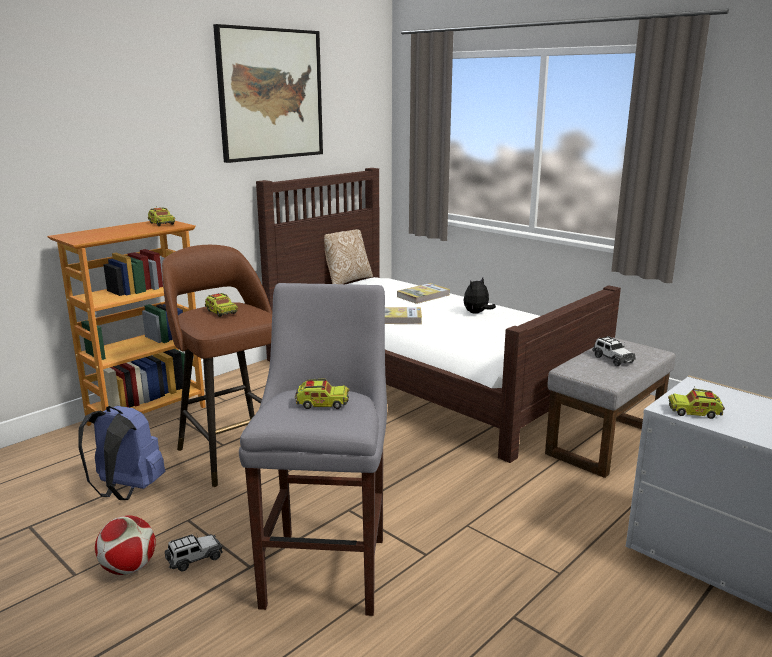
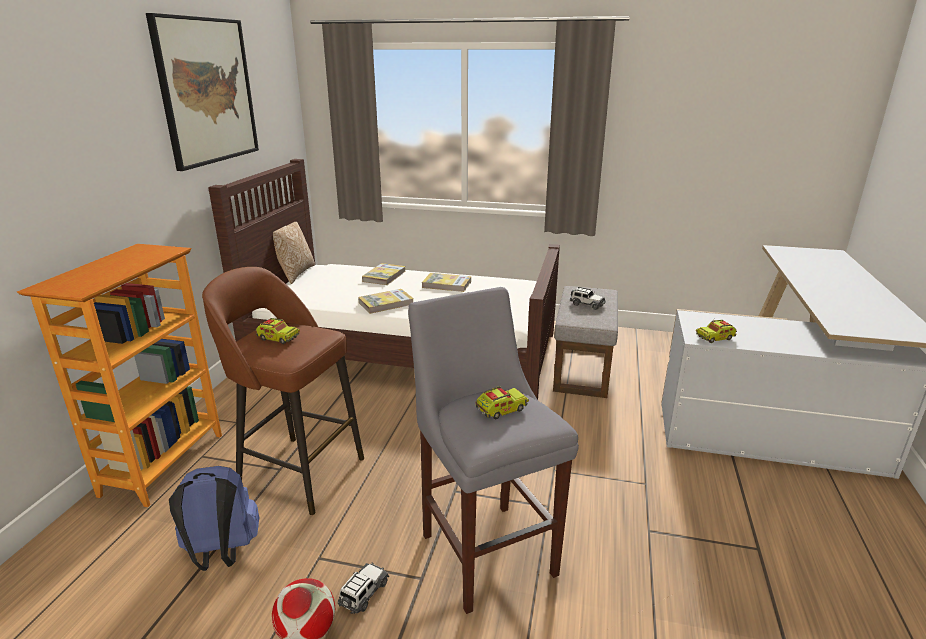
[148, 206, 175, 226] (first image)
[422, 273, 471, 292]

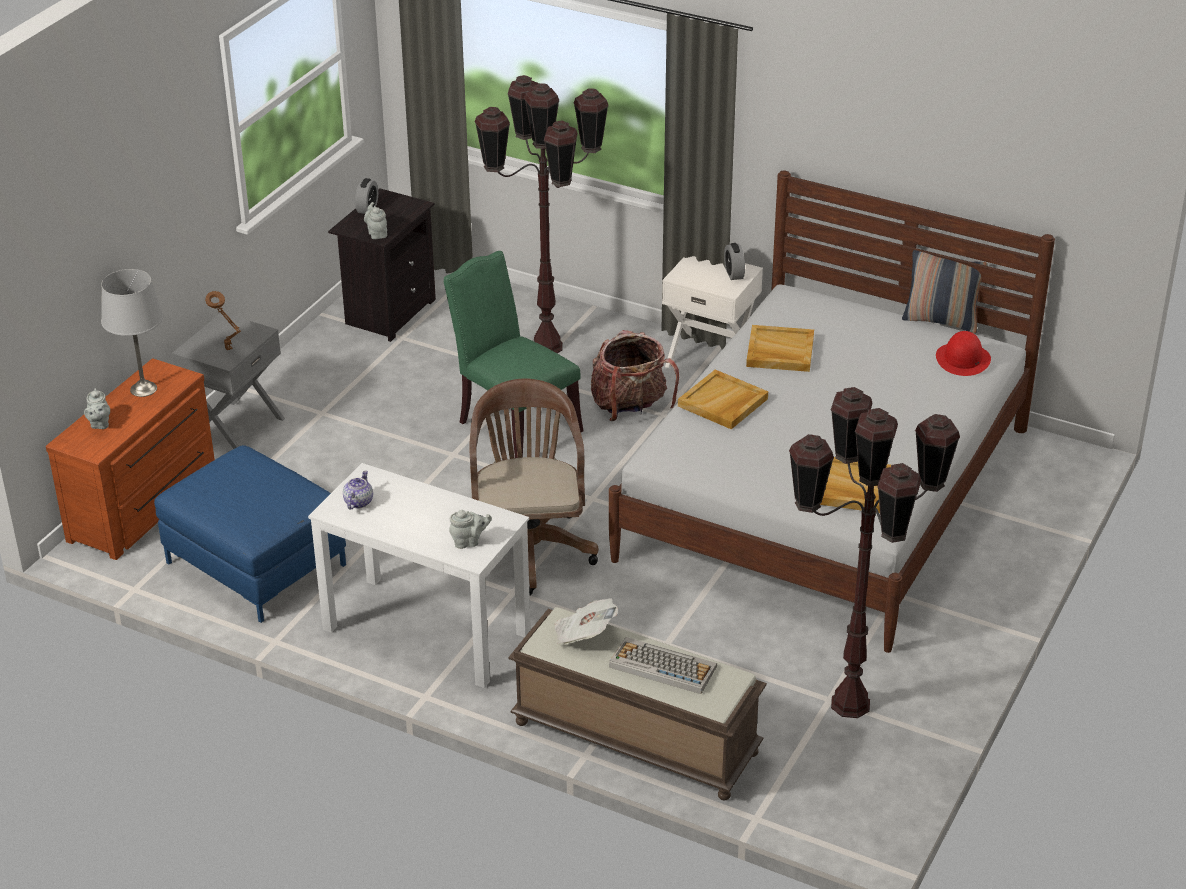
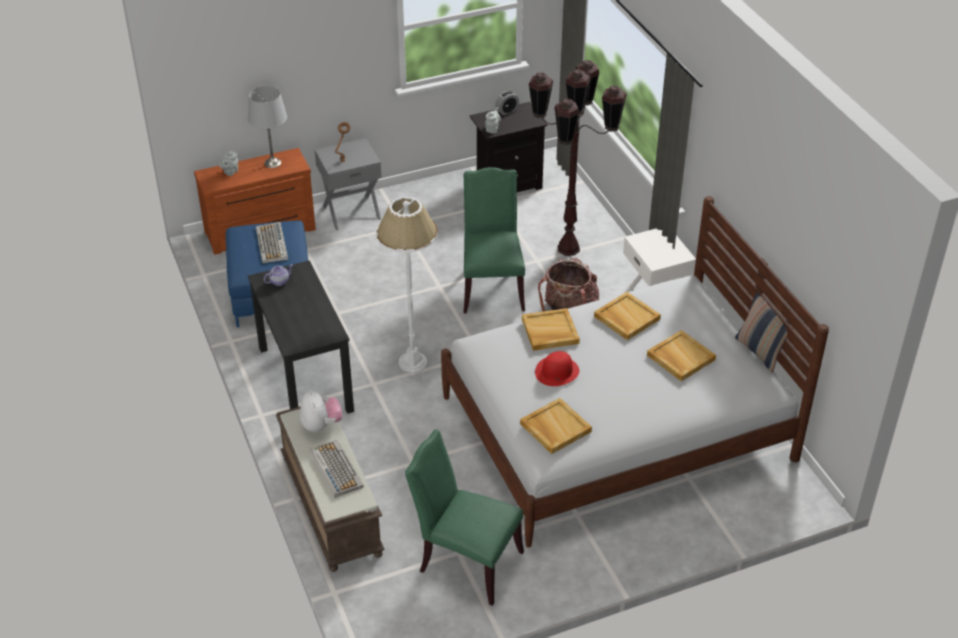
[724, 243, 745, 280] (first image)
[535, 351, 579, 386]
[376, 197, 438, 372]
[405, 429, 524, 606]
[248, 260, 354, 414]
[449, 510, 492, 549] (first image)
[300, 390, 342, 432]
[256, 222, 288, 263]
[647, 330, 716, 381]

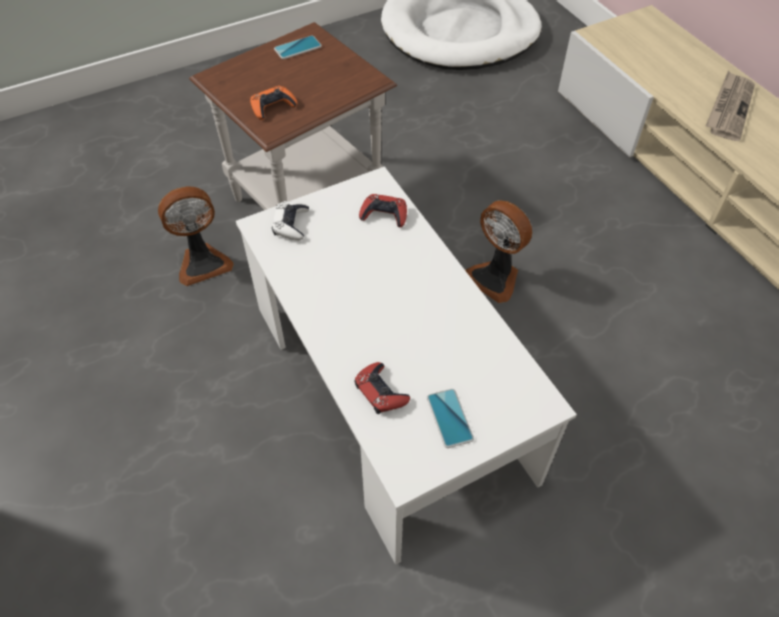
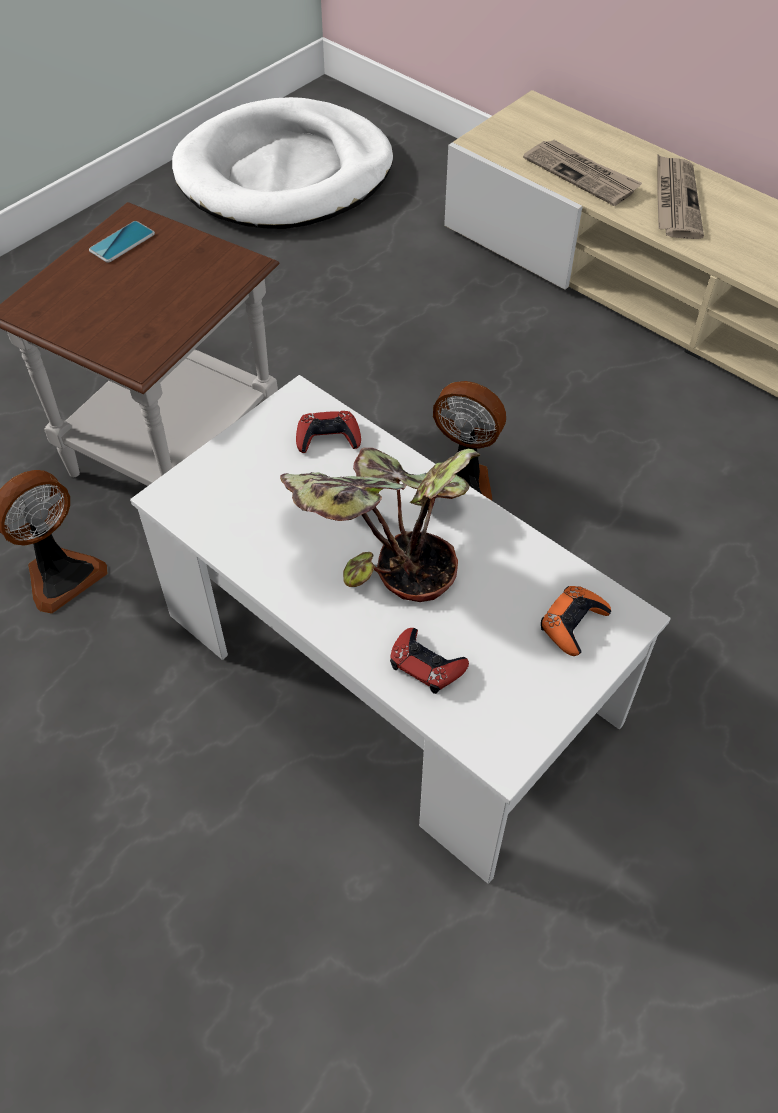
[541, 586, 611, 656]
[272, 201, 309, 241] (first image)
[427, 389, 474, 448] (first image)
[523, 140, 642, 206]
[280, 448, 480, 602]

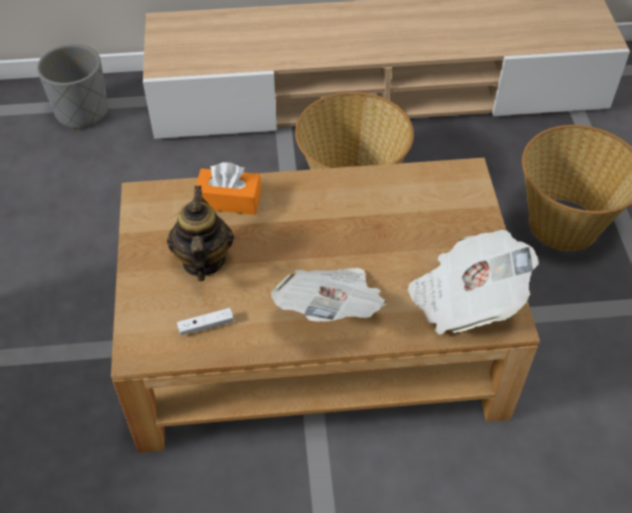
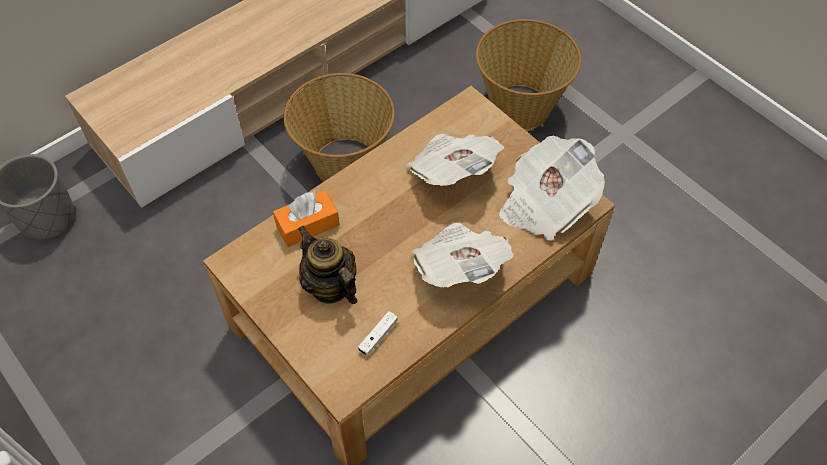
[406, 134, 504, 186]

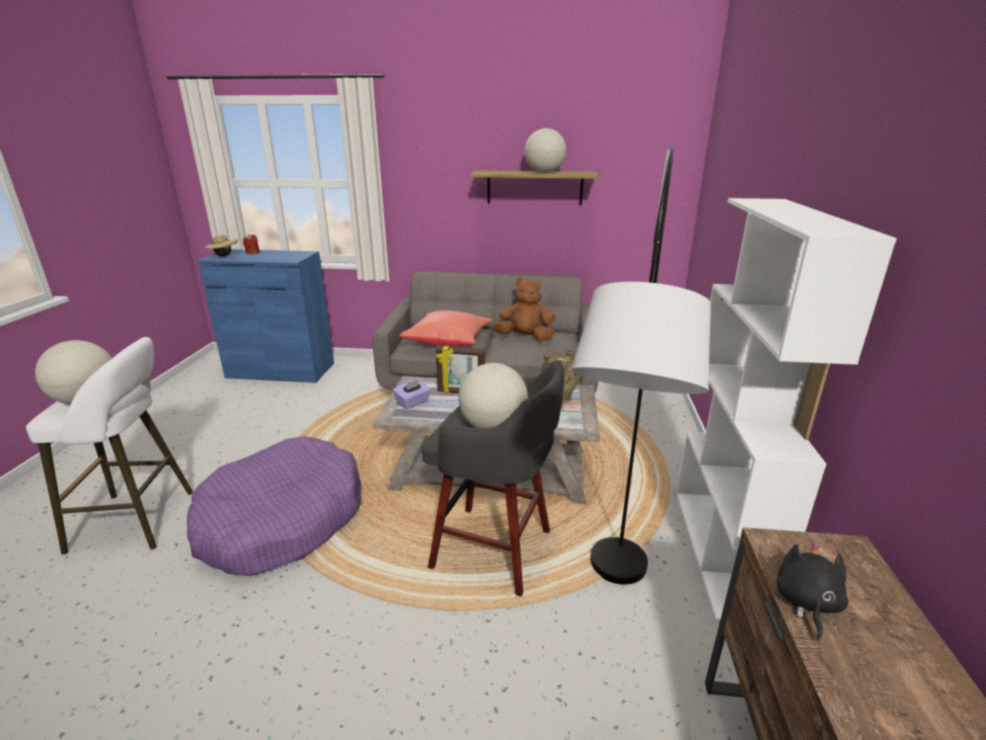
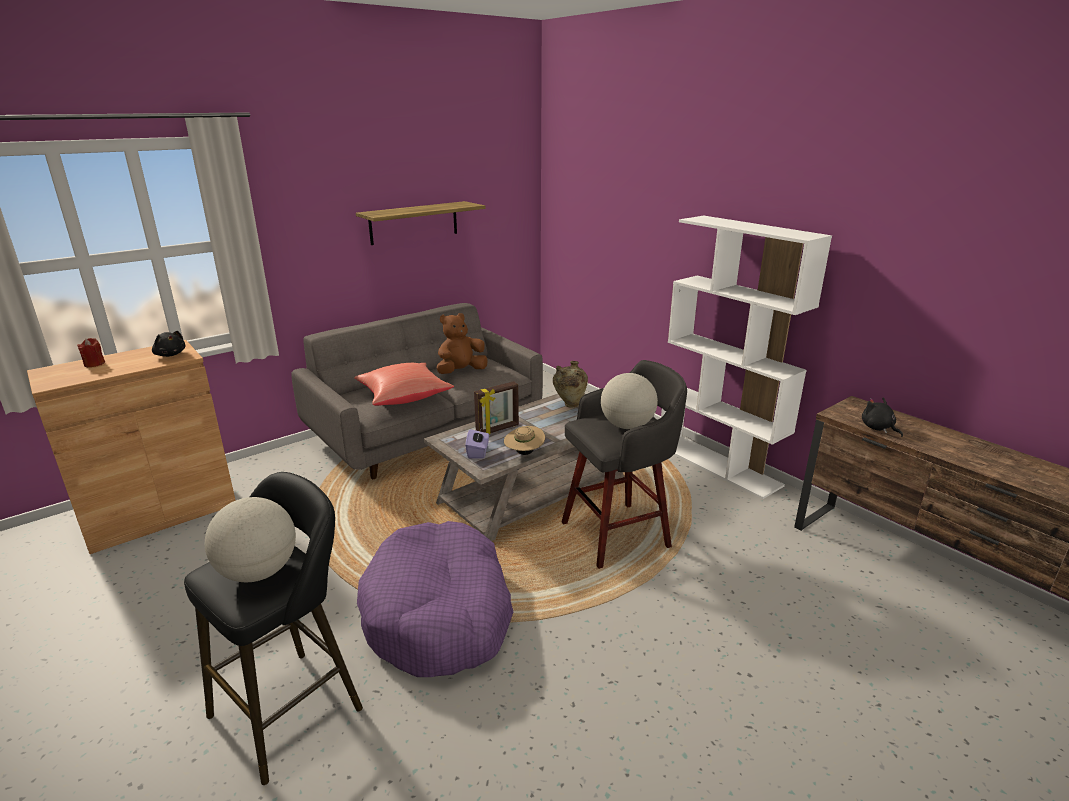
[525, 128, 566, 173] (first image)
[571, 148, 711, 585] (first image)
[504, 426, 545, 455]
[27, 340, 236, 554]
[184, 472, 363, 785]
[152, 331, 185, 357]

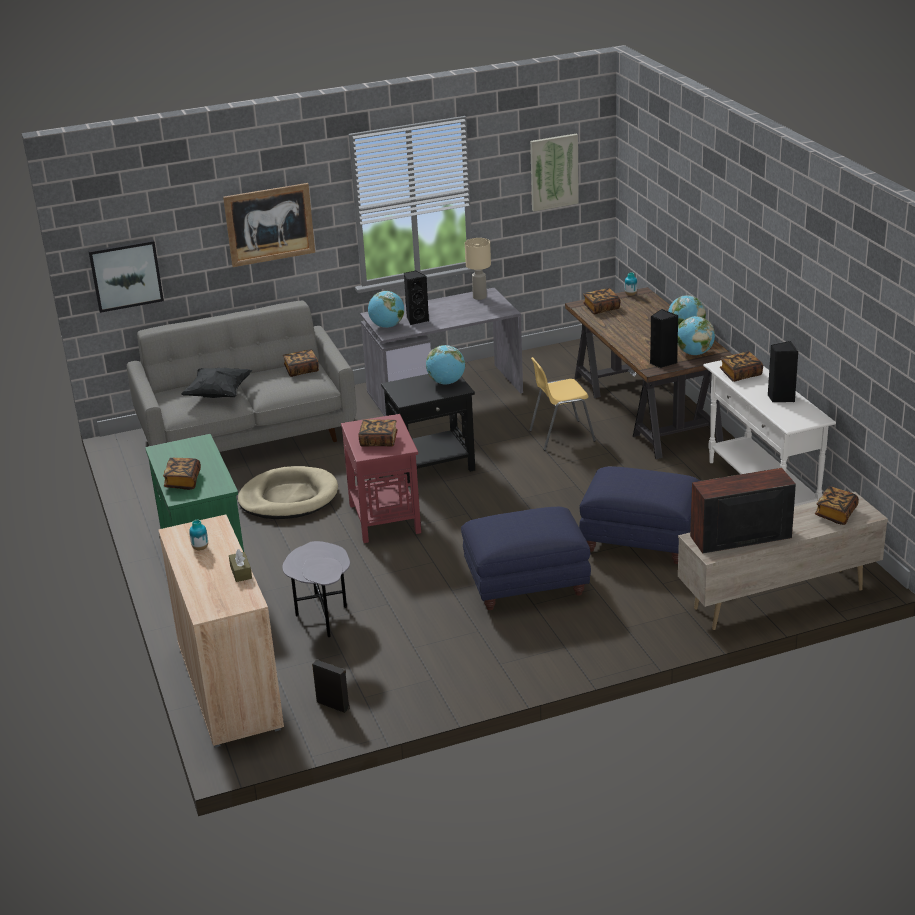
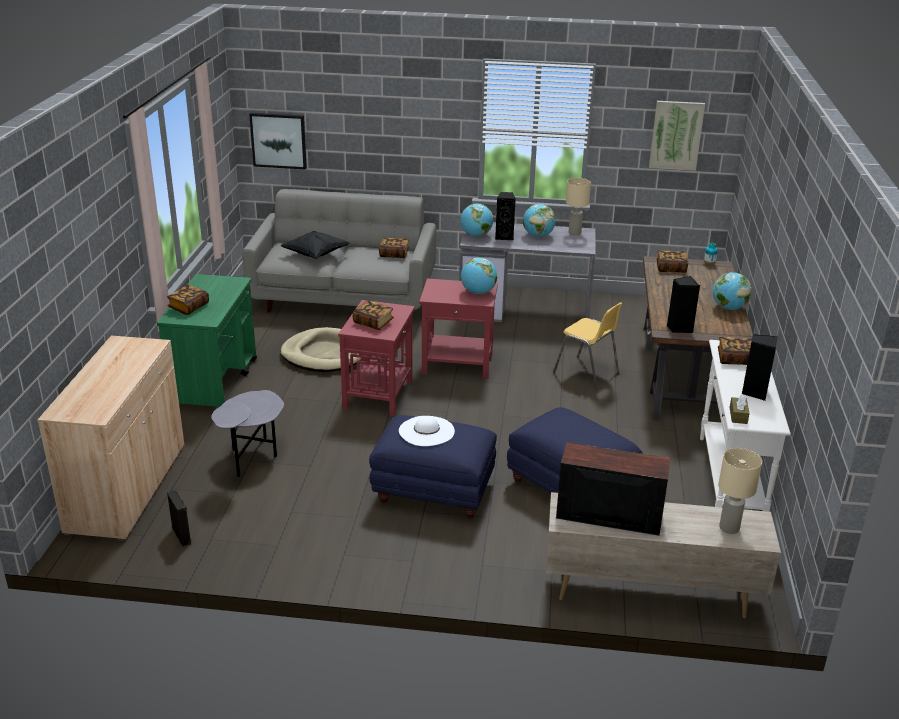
[223, 183, 315, 267] (first image)
[523, 204, 556, 237]
[553, 302, 622, 389]
[419, 279, 498, 379]
[718, 448, 762, 534]
[189, 520, 208, 550] (first image)
[730, 394, 749, 424]
[399, 416, 455, 446]

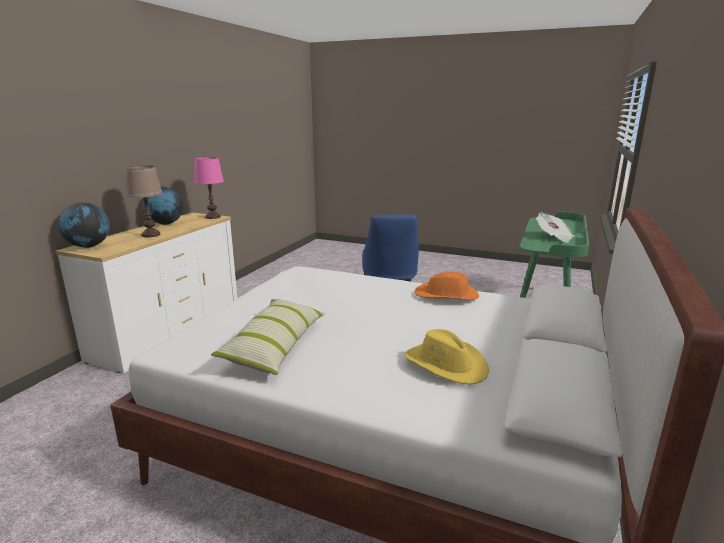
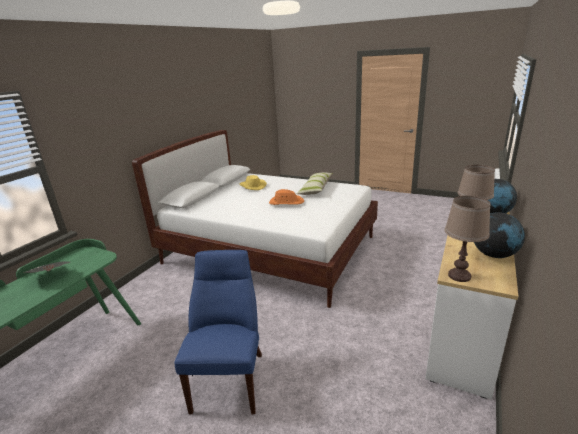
[445, 196, 491, 282]
[269, 189, 304, 205]

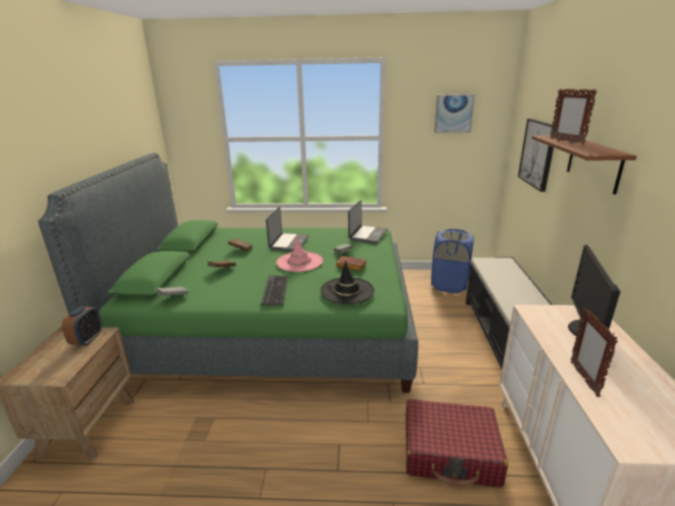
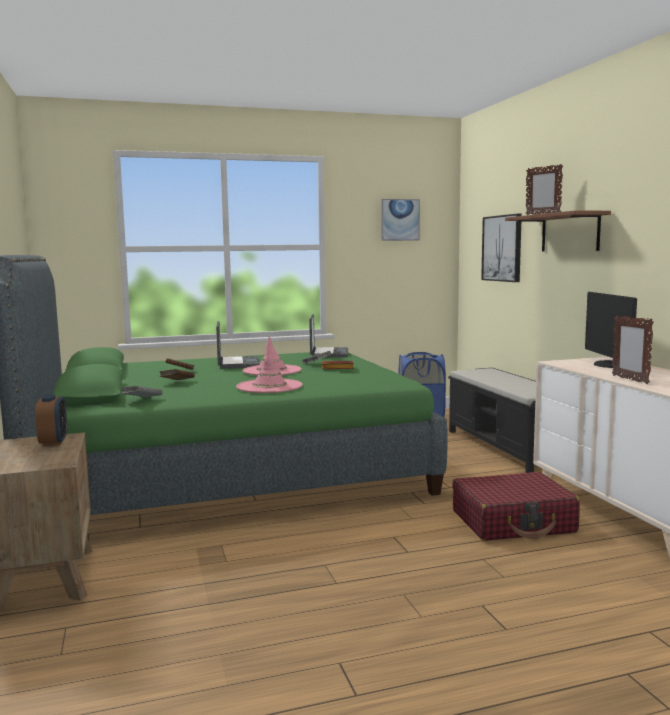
[320, 261, 374, 304] (first image)
[236, 347, 302, 393]

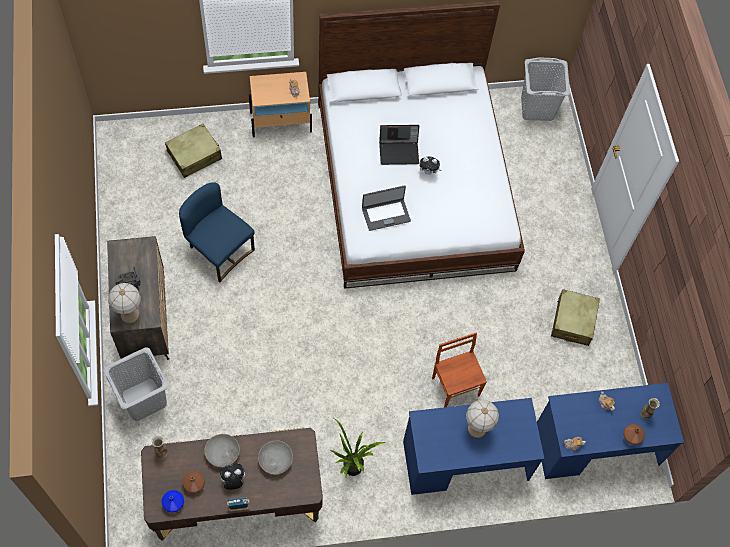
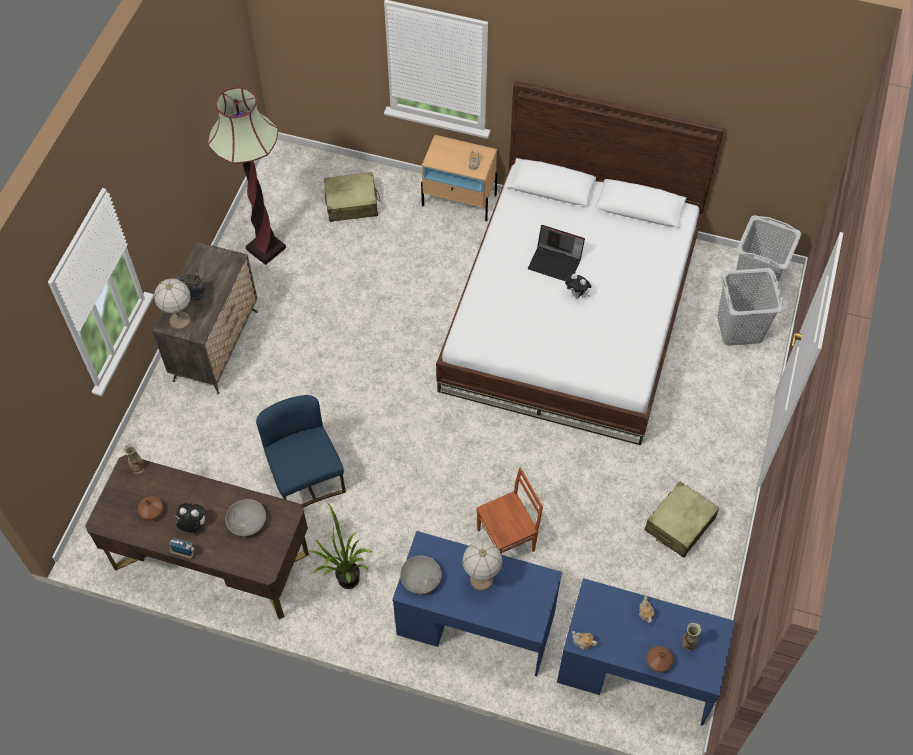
[256, 395, 346, 508]
[362, 185, 411, 231] (first image)
[476, 467, 543, 555]
[717, 268, 784, 346]
[400, 556, 442, 594]
[162, 490, 184, 513] (first image)
[208, 86, 286, 265]

